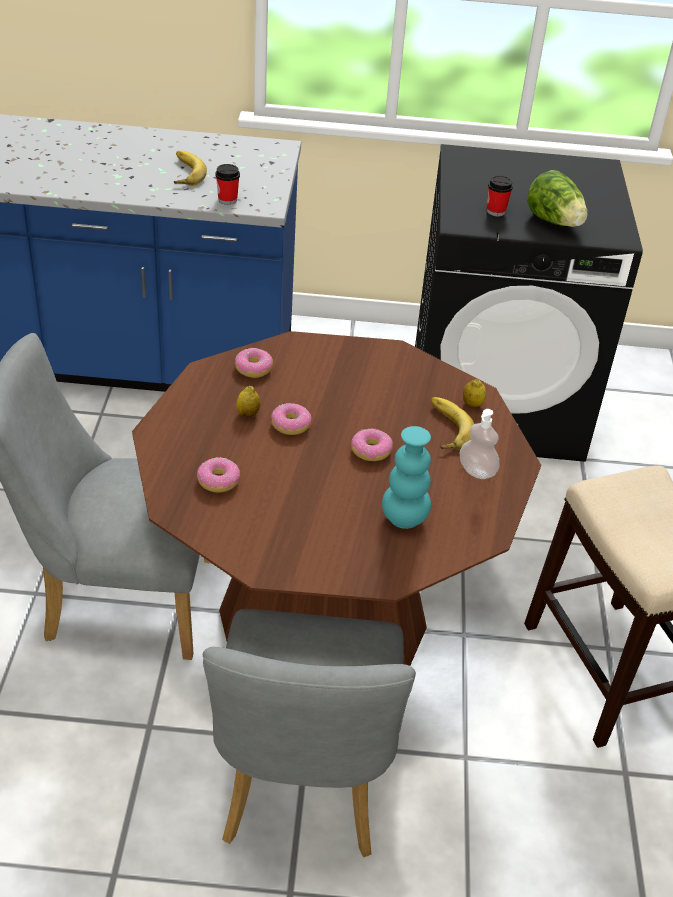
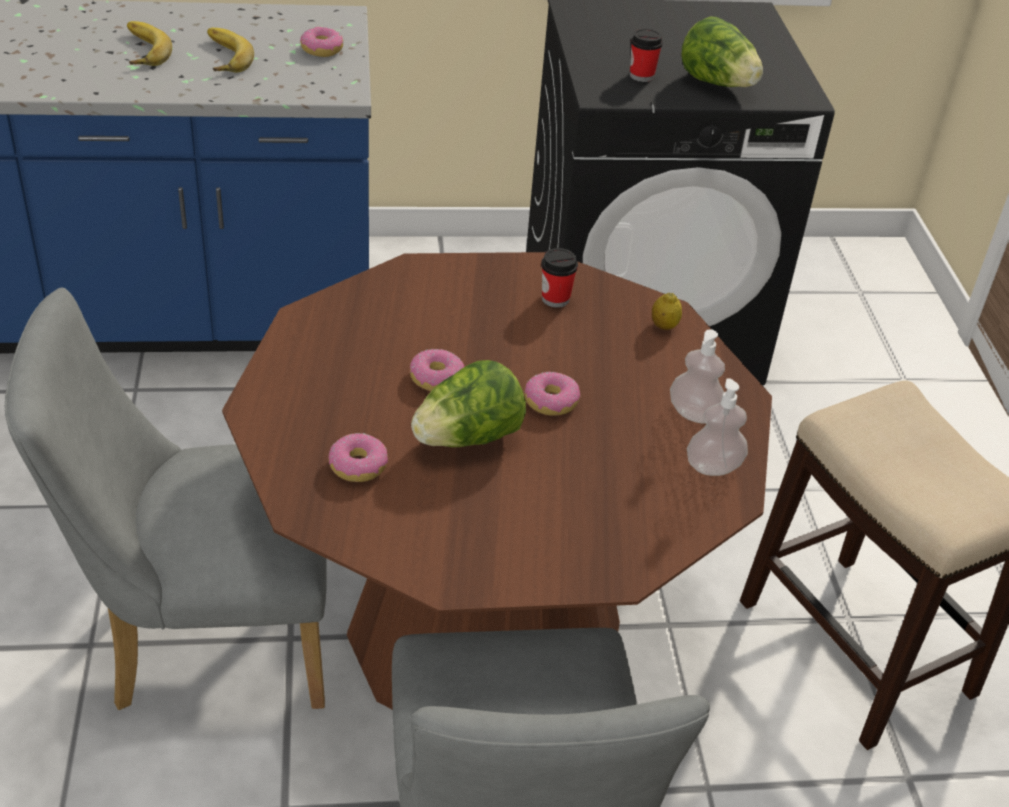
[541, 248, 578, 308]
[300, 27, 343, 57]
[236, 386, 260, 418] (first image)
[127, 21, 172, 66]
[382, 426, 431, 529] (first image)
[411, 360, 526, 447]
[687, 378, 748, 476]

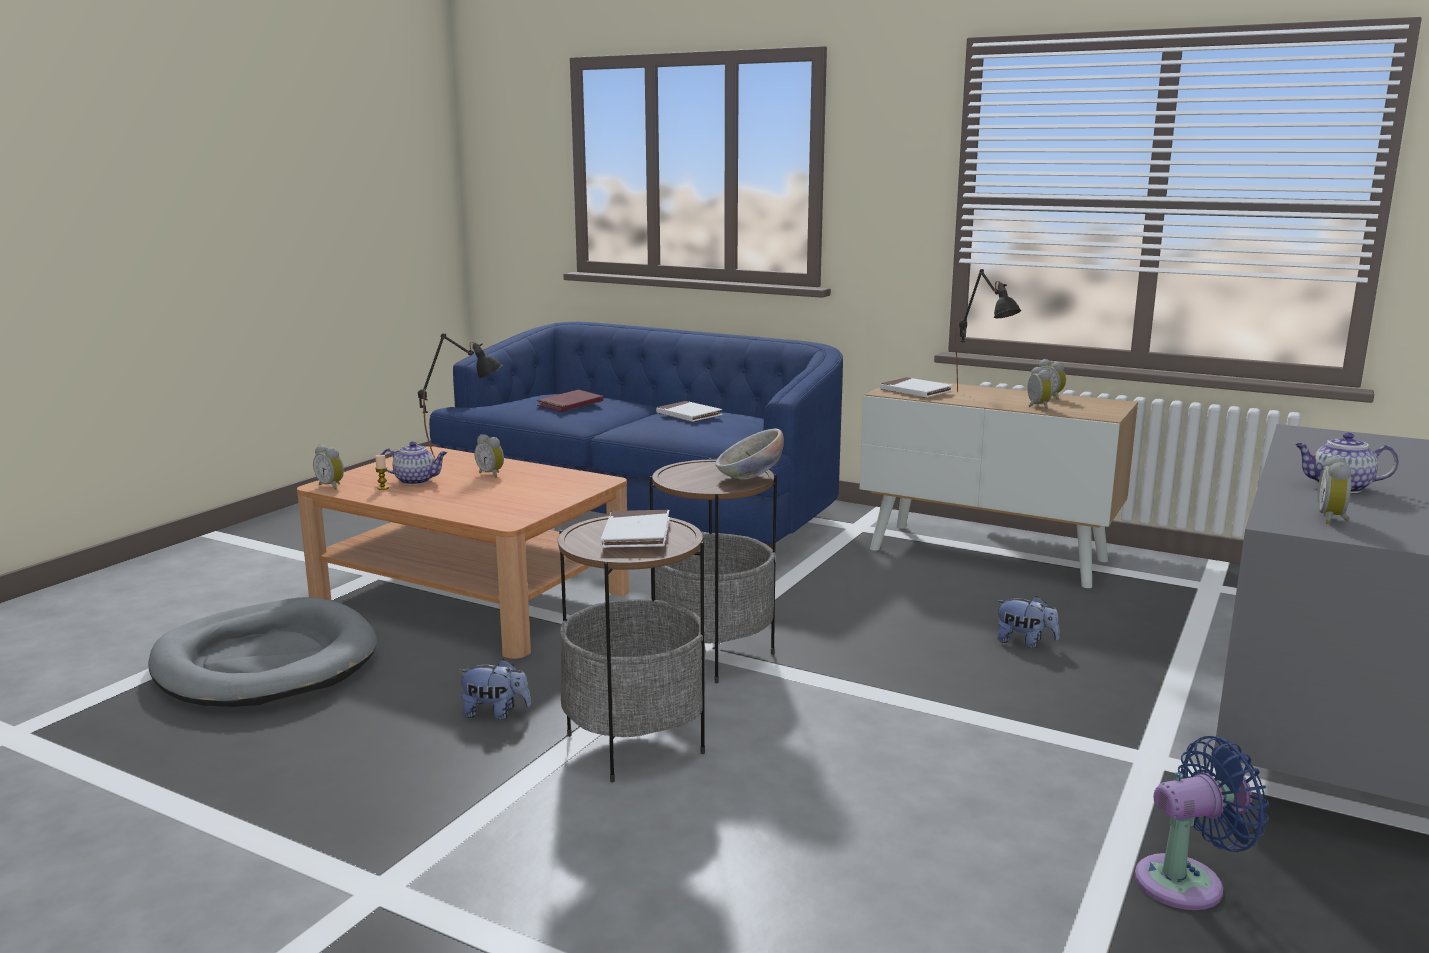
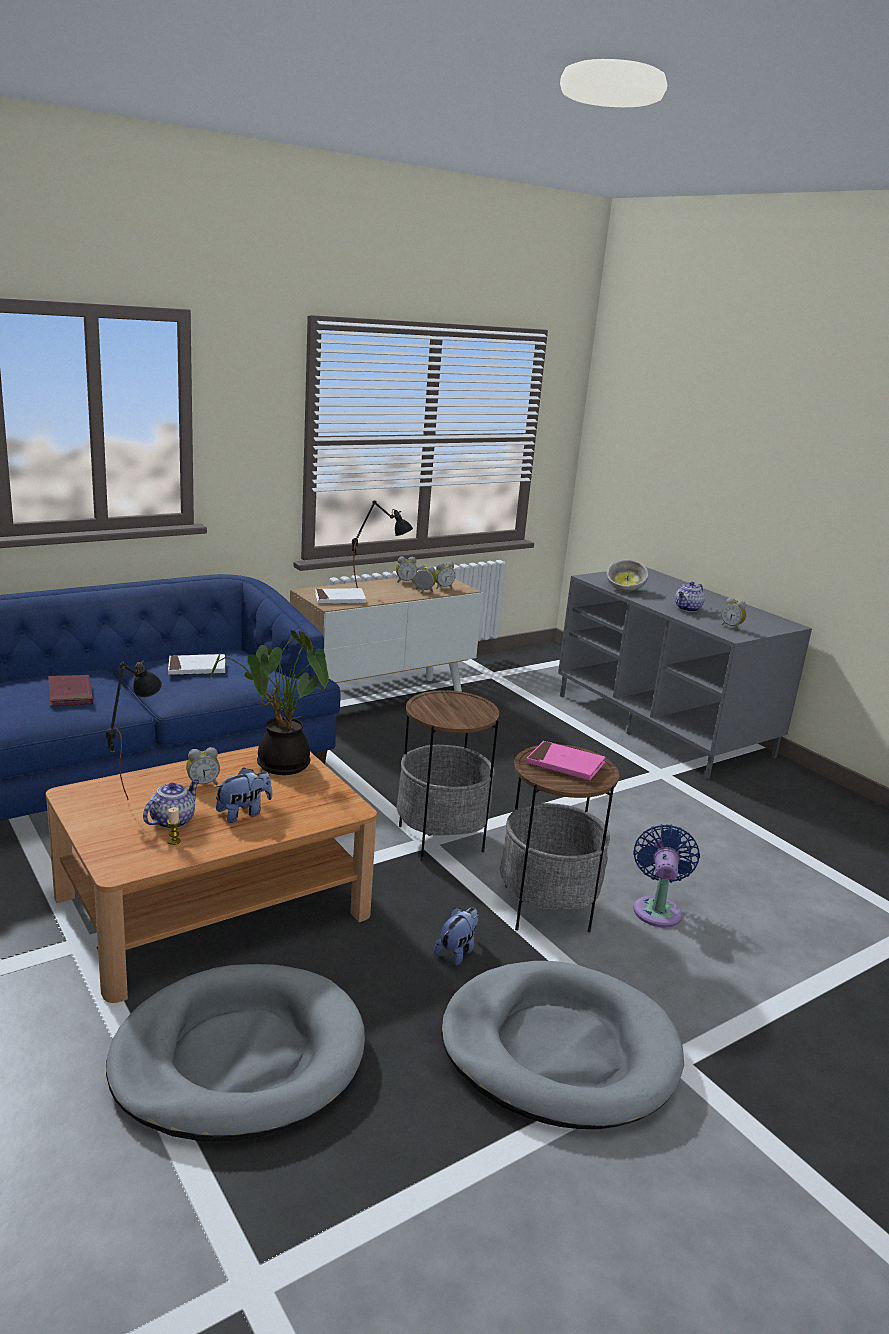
[606, 559, 649, 591]
[435, 562, 455, 589]
[526, 741, 605, 780]
[215, 767, 272, 823]
[633, 824, 700, 928]
[210, 630, 329, 775]
[441, 961, 684, 1129]

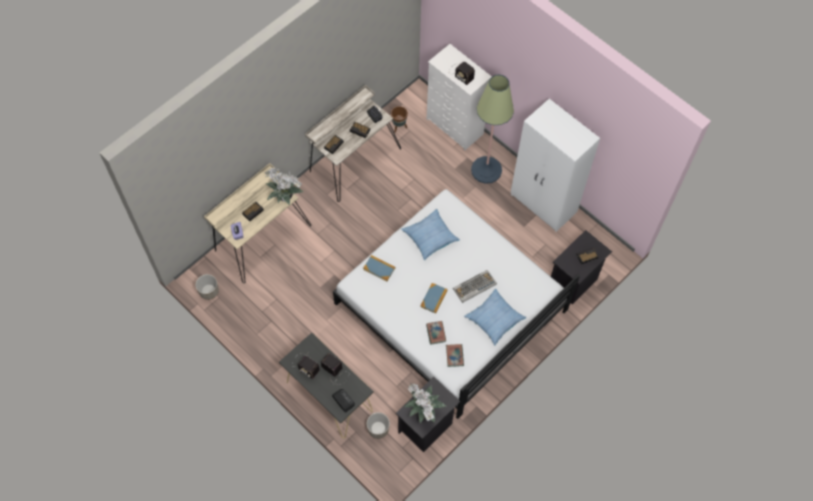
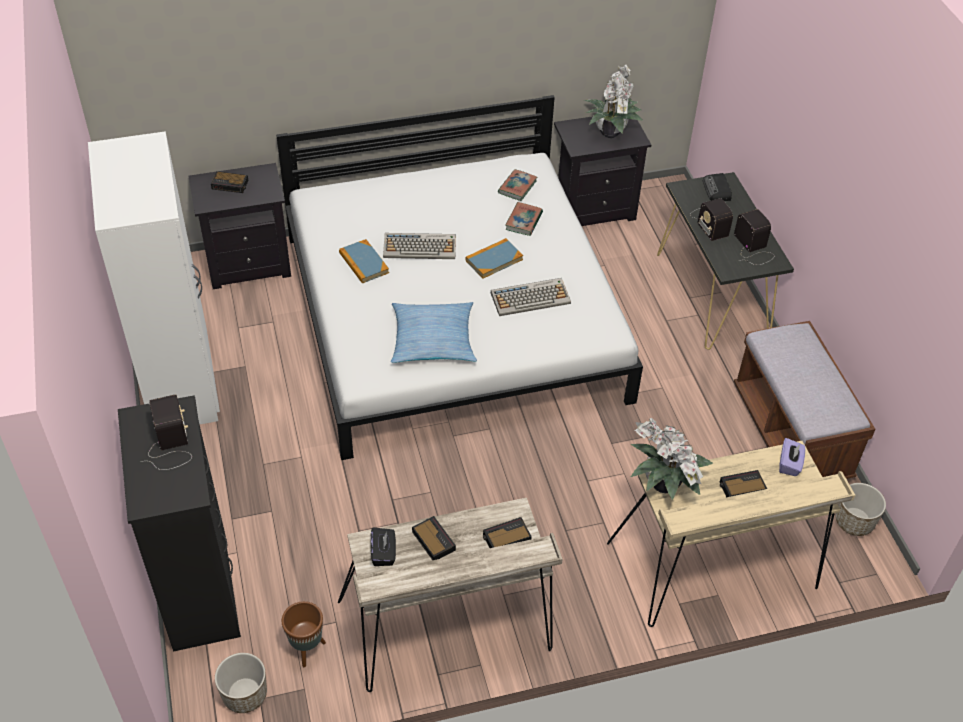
[118, 395, 241, 652]
[471, 74, 514, 184] (first image)
[339, 239, 389, 283]
[464, 289, 526, 345] (first image)
[215, 653, 267, 713]
[491, 278, 571, 316]
[734, 321, 875, 479]

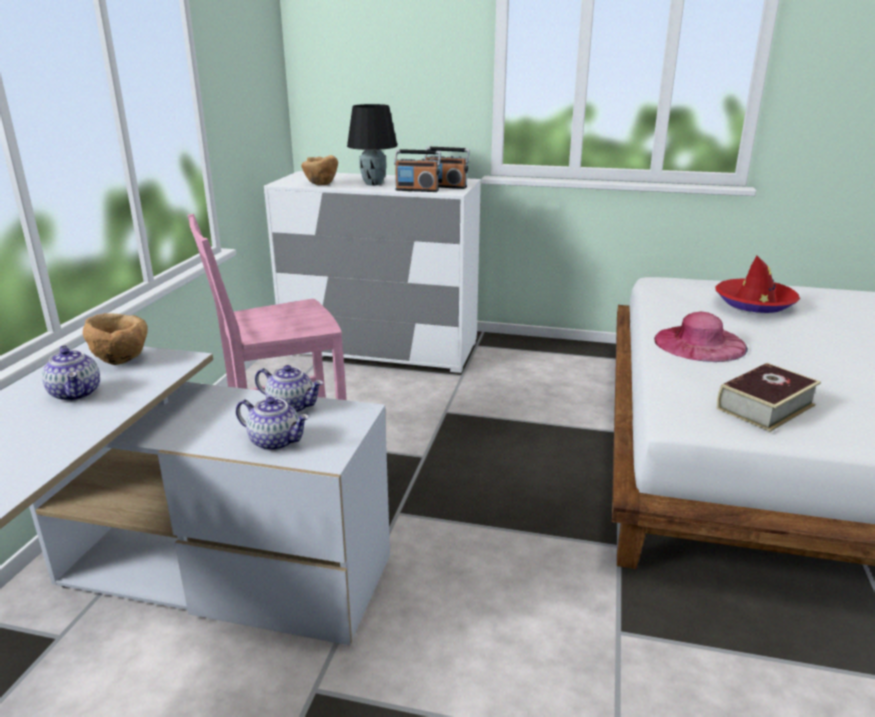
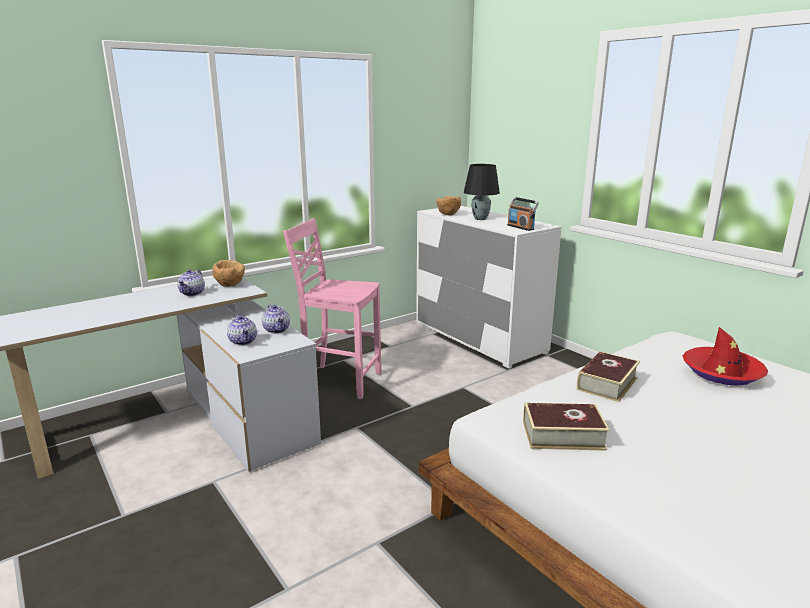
[394, 149, 441, 192] (first image)
[577, 351, 640, 402]

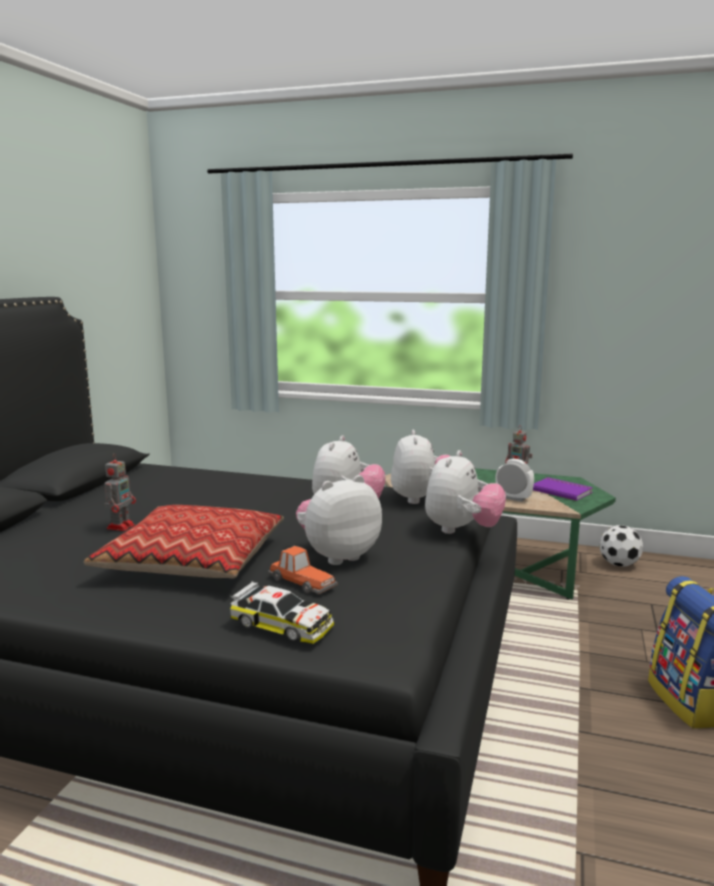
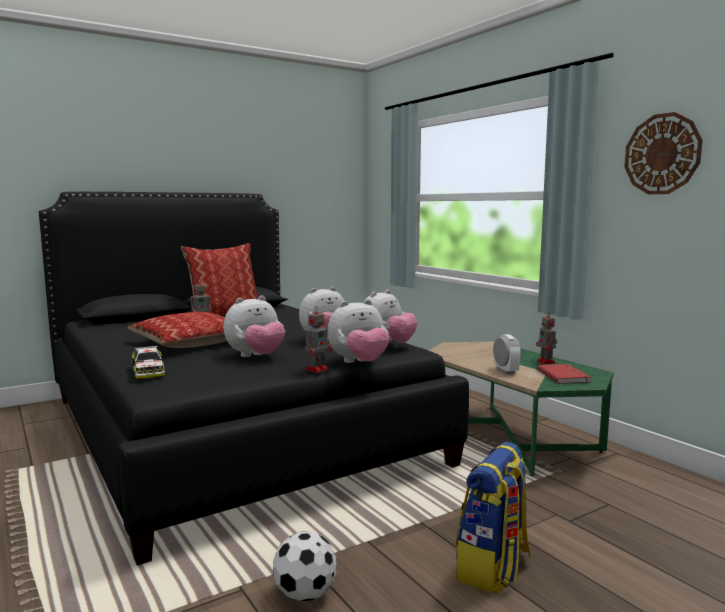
[224, 296, 285, 357]
[537, 364, 591, 383]
[273, 531, 337, 602]
[269, 546, 338, 594] (first image)
[624, 112, 702, 194]
[181, 243, 258, 315]
[305, 306, 331, 373]

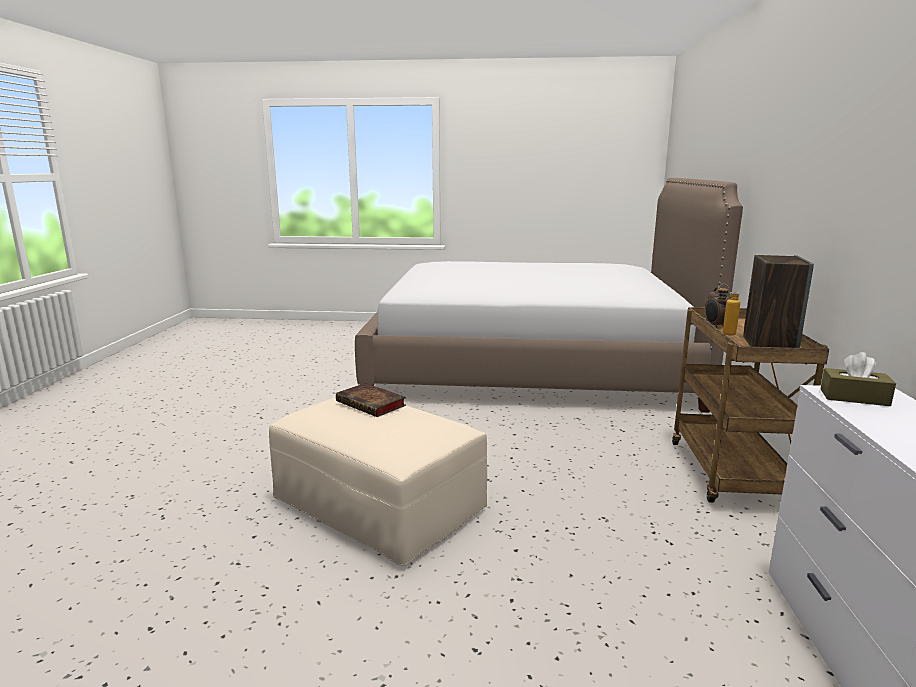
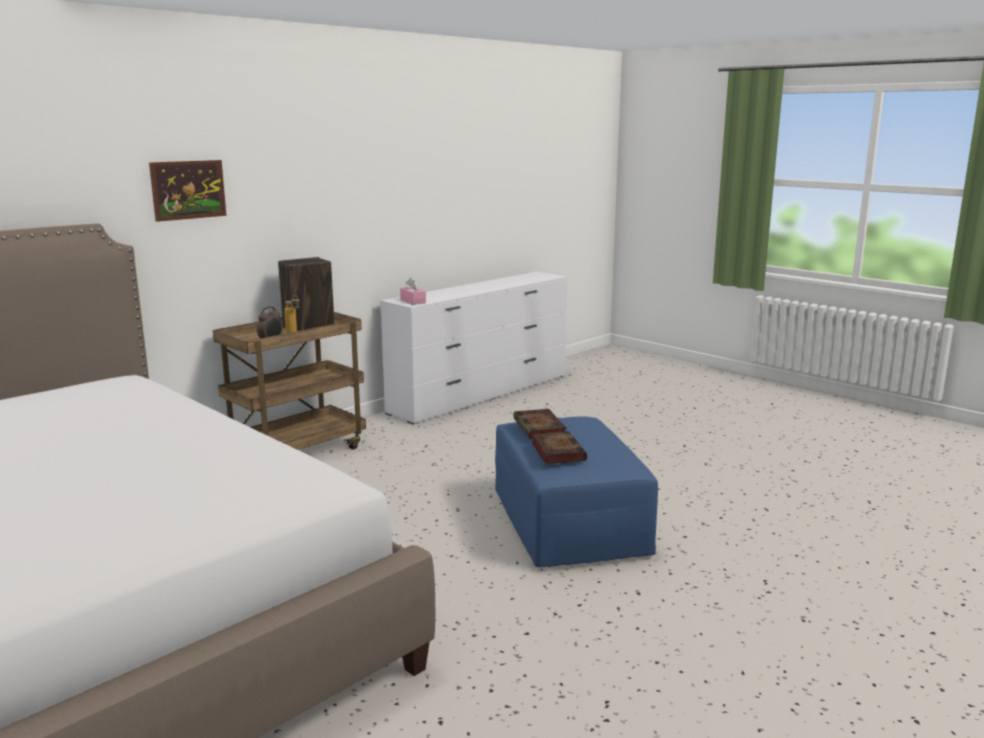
[400, 278, 426, 305]
[495, 416, 658, 568]
[149, 160, 227, 222]
[513, 409, 567, 439]

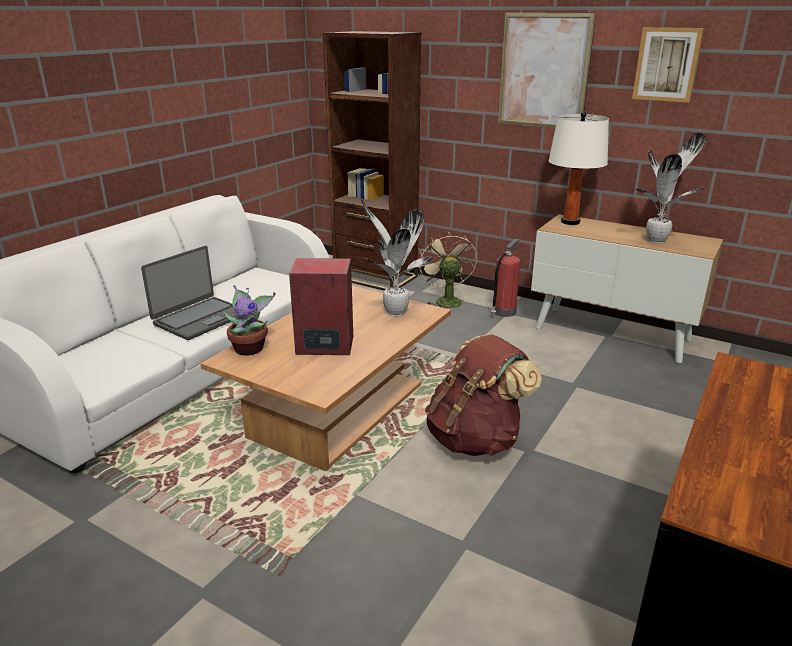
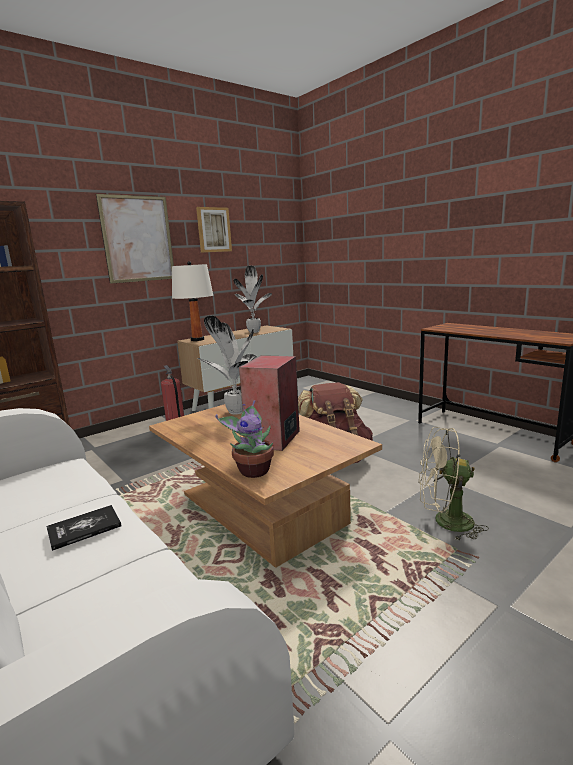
[419, 427, 489, 541]
[46, 505, 122, 551]

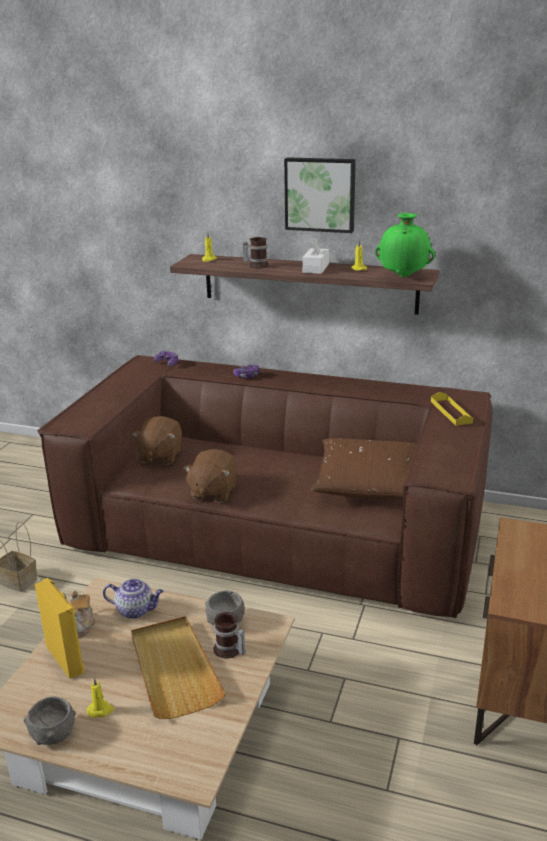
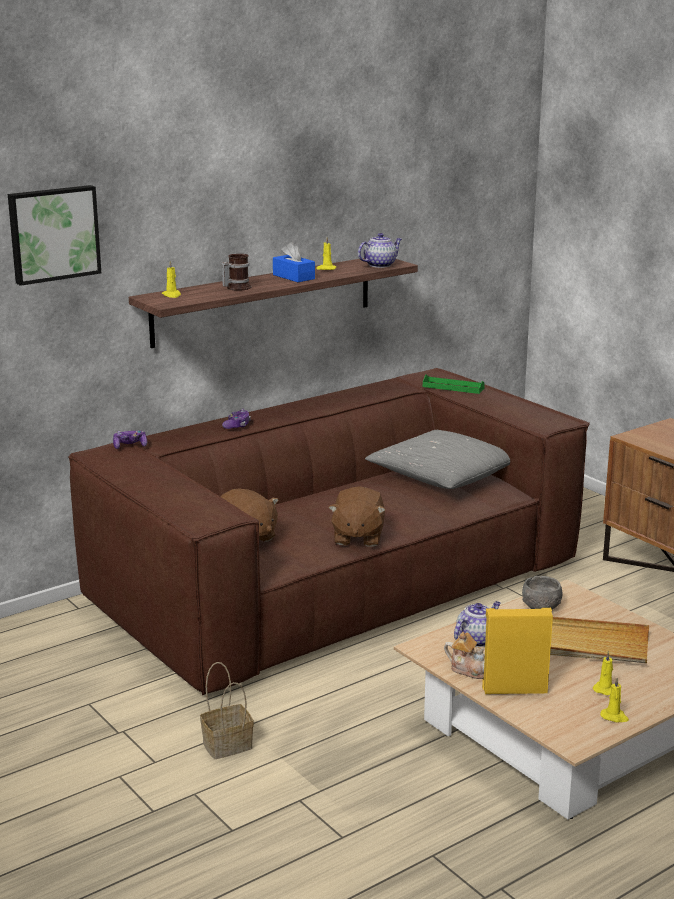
[8, 185, 101, 286]
[358, 233, 402, 268]
[273, 242, 315, 282]
[423, 375, 485, 394]
[365, 430, 510, 489]
[328, 486, 386, 547]
[214, 612, 245, 658] (first image)
[600, 677, 629, 723]

